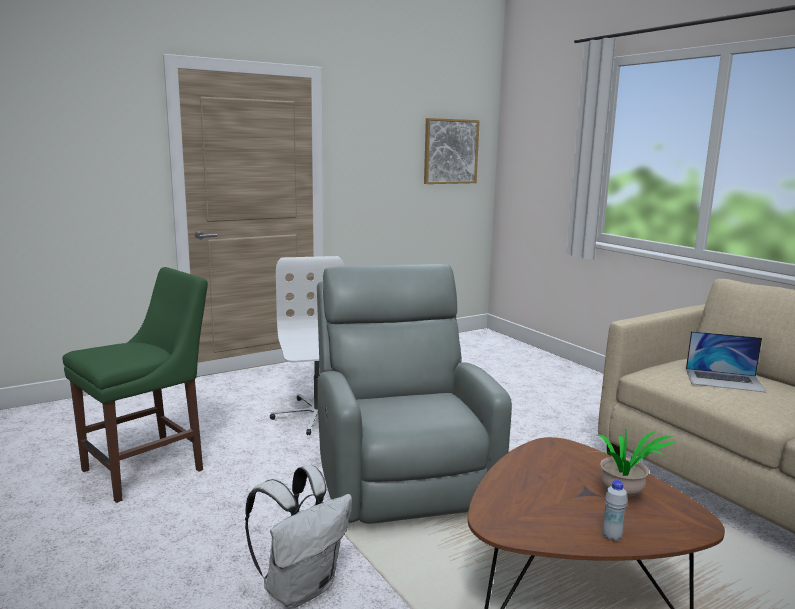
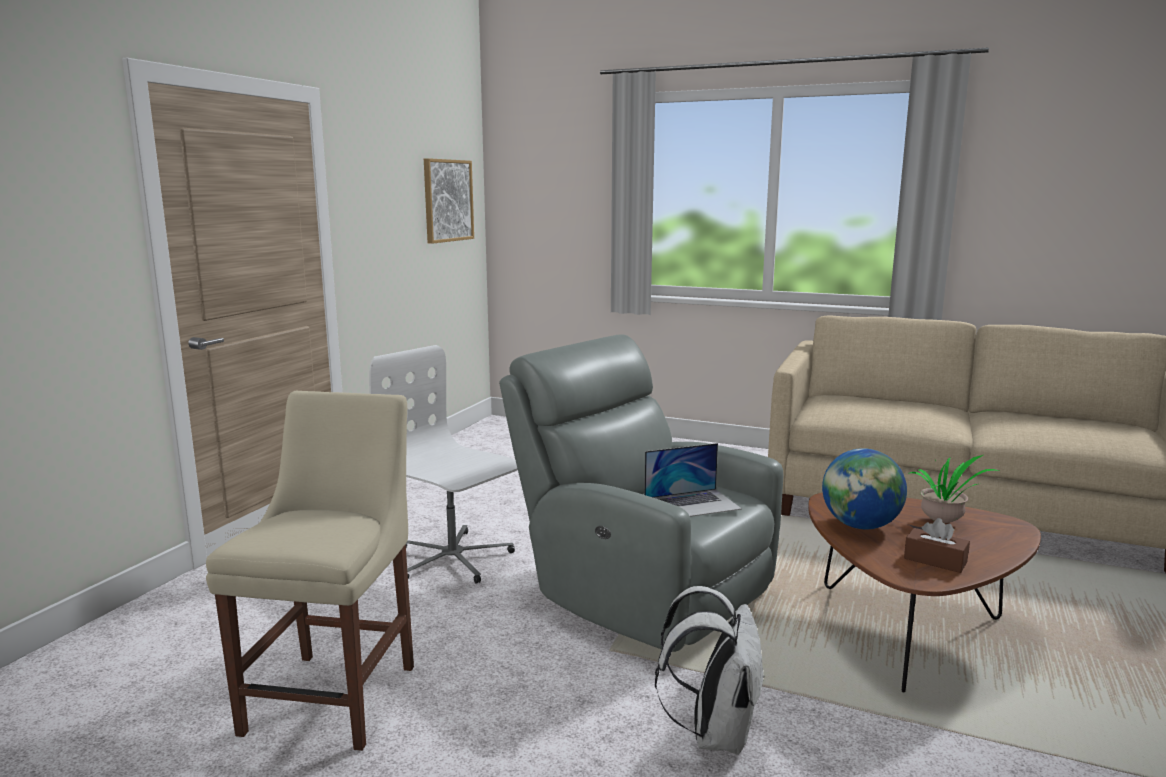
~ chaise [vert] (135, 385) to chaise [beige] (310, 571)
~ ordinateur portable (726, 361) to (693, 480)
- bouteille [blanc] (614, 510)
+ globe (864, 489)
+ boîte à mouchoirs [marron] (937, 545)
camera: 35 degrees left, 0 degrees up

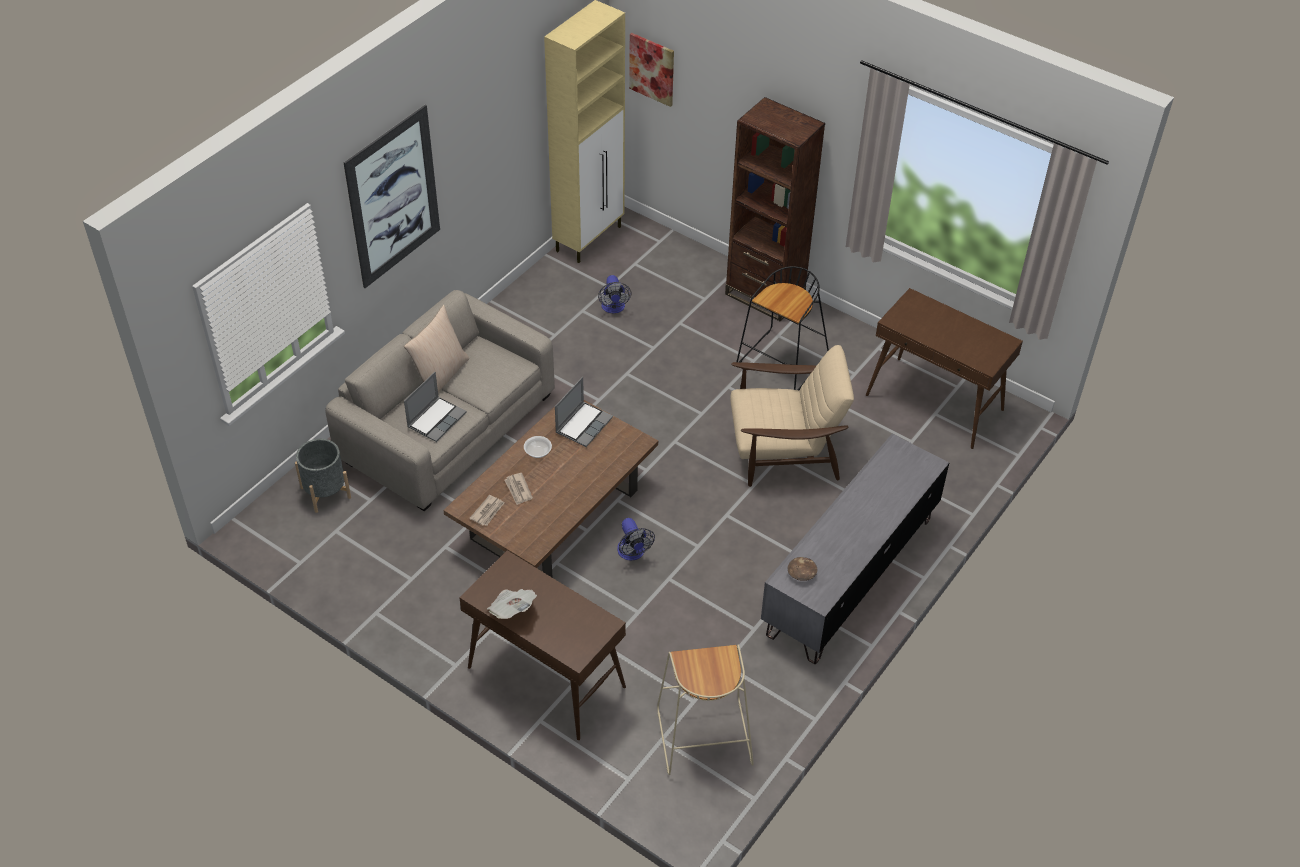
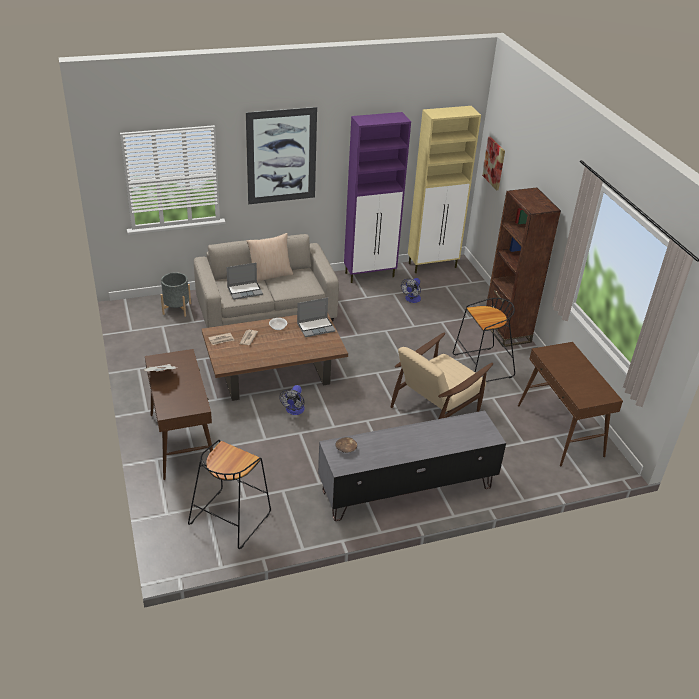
~ fauteuil [beige] (792, 416) = (441, 376) 105 degrees clockwise
~ tabouret [beige] (705, 709) to tabouret [noir] (229, 494)
+ meuble de rangement [violet] (377, 197)
camera: 35 degrees right, 10 degrees down

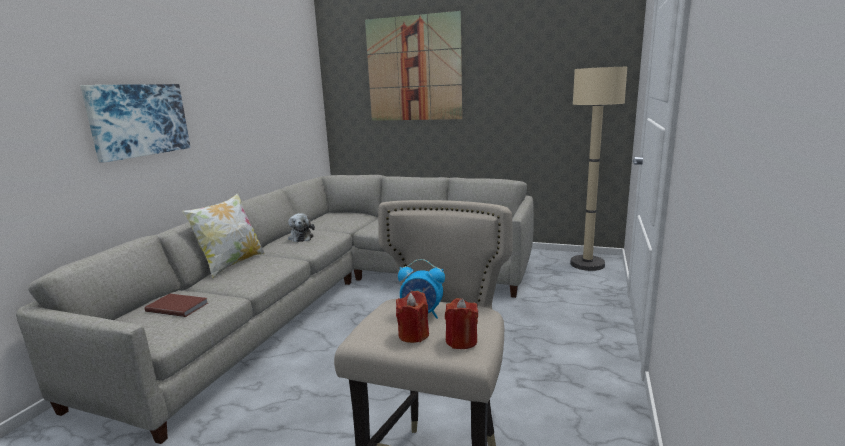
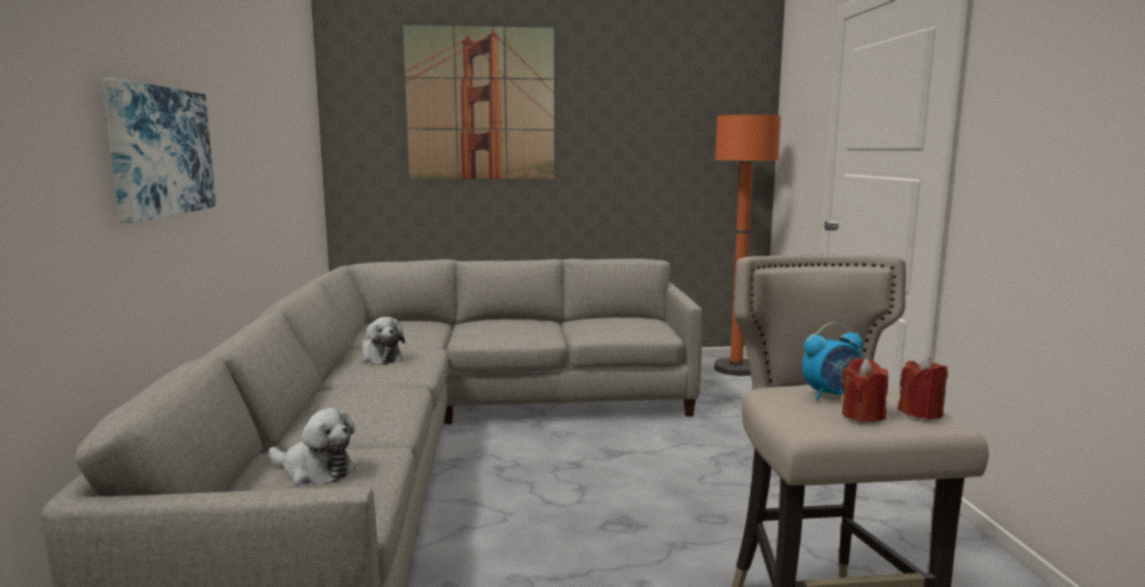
~ lampadaire [beige] (598, 169) to lampadaire [orange] (747, 245)
- coussin (223, 235)
~ livre [marron] (176, 305) to peluche (312, 447)
camera: 25 degrees left, 5 degrees down

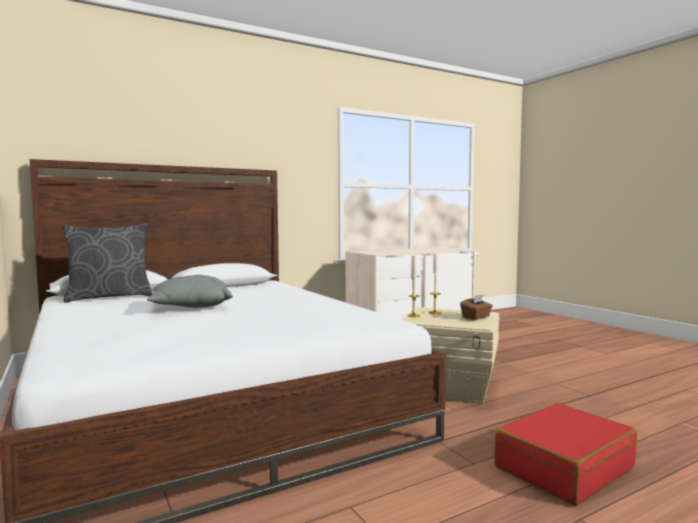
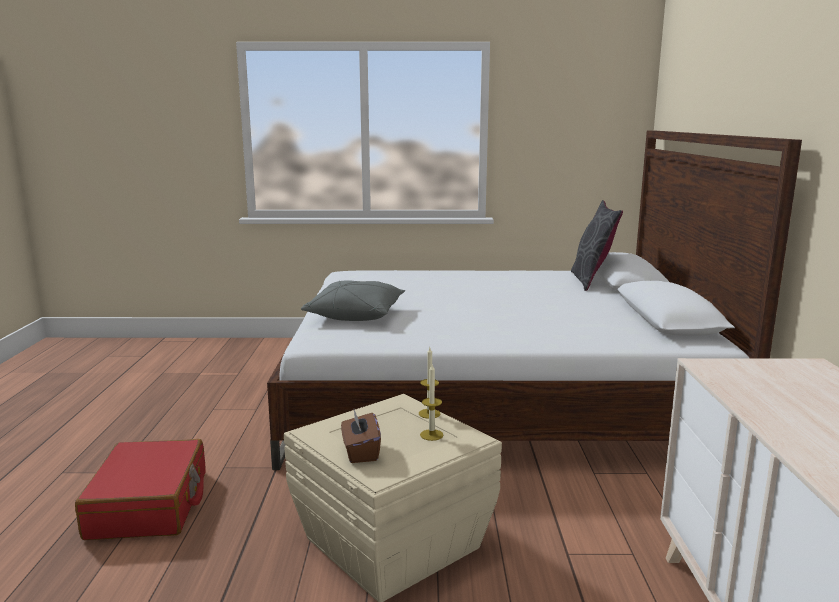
~ coussin [gris] (190, 291) to (353, 300)
camera: 120 degrees right, 10 degrees up

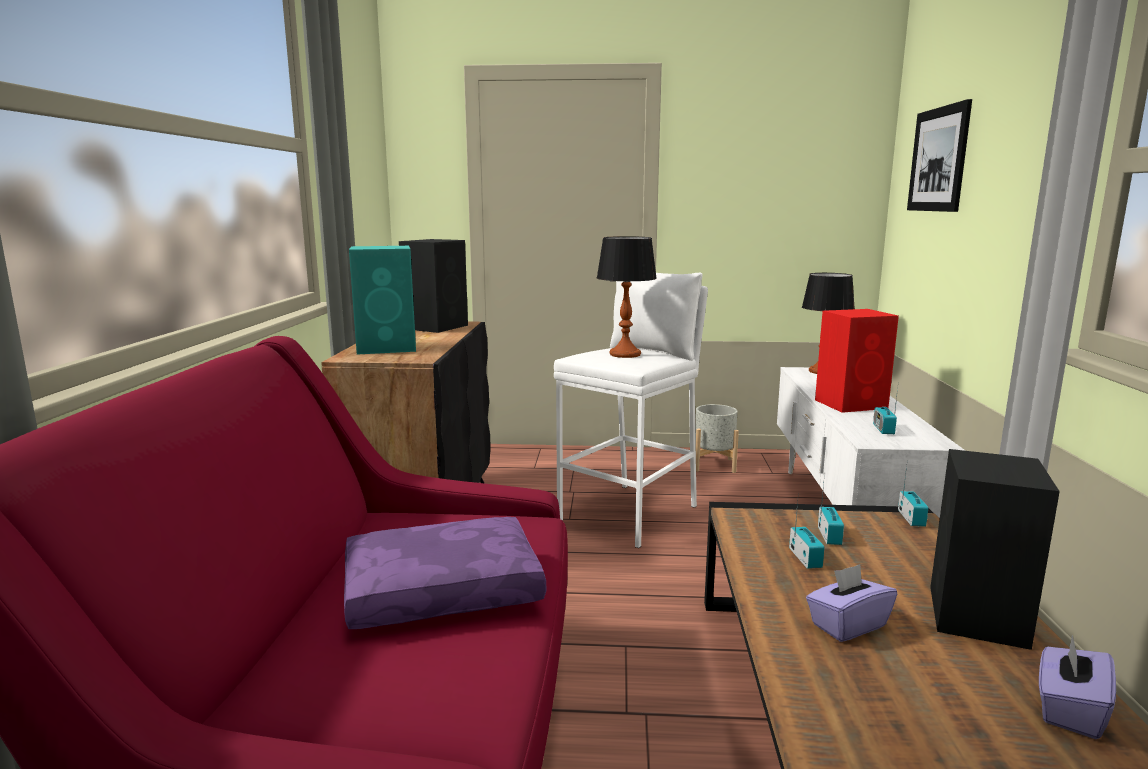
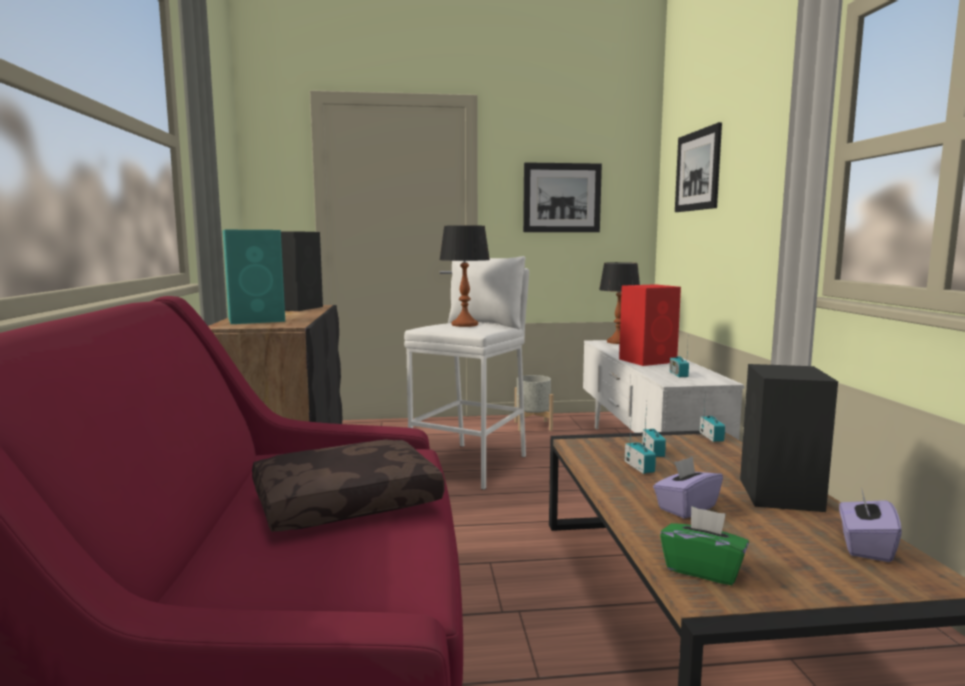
~ coussin [violet] (445, 573) to coussin [marron] (348, 485)
+ tableau (562, 197)
+ boîte à mouchoirs [vert] (704, 545)
camera: 10 degrees left, 5 degrees down

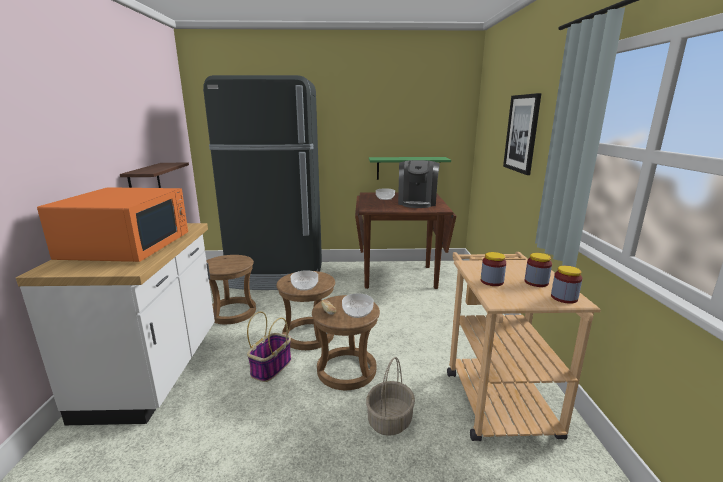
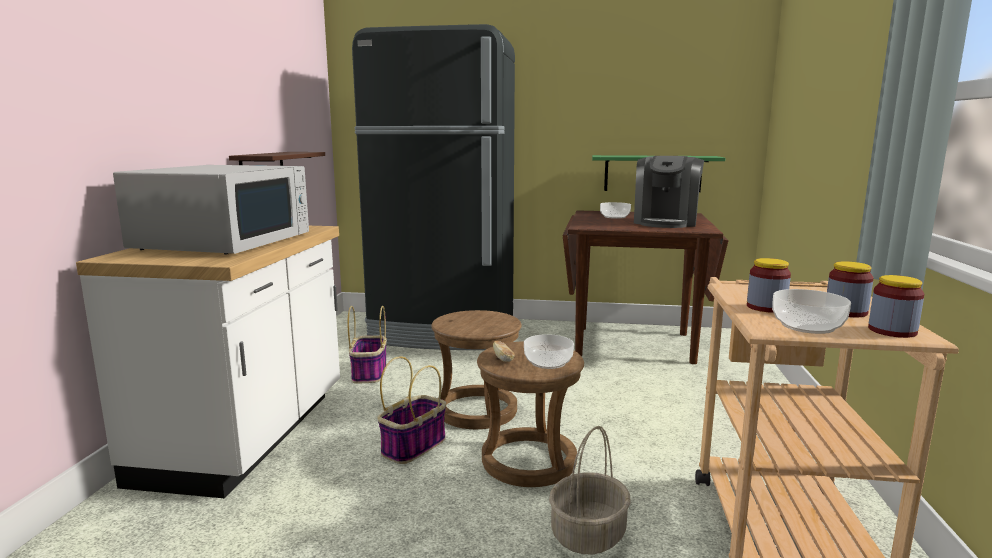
- tableau (522, 134)
~ micro-ondes [orange] (112, 224) to micro-ondes [blanc] (211, 210)
~ tabouret [marron] (231, 289) to panier (367, 345)
~ bol (304, 280) to (811, 311)
camera: 10 degrees right, 5 degrees down

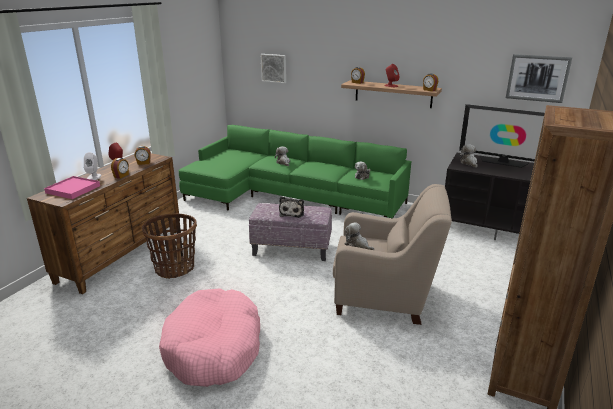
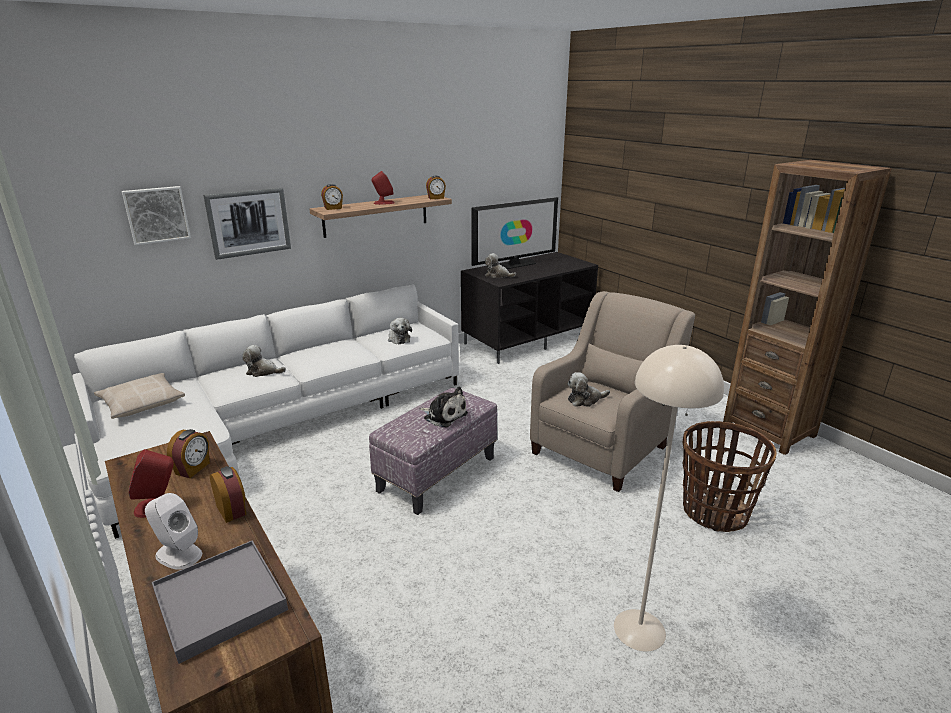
~ tableau (539, 78) to (247, 224)
~ canapé [vert] (295, 171) to canapé [blanc] (265, 411)
~ plateau [rose] (72, 187) to plateau [gris] (220, 602)
~ panier (169, 246) to (729, 476)
~ panier pour chien [rose] (209, 337) to lampadaire [beige] (669, 498)
+ coussin [beige] (139, 396)
camera: 60 degrees left, 0 degrees up

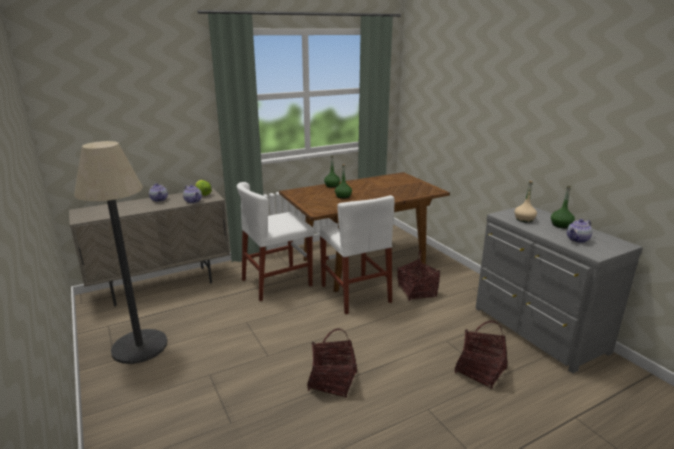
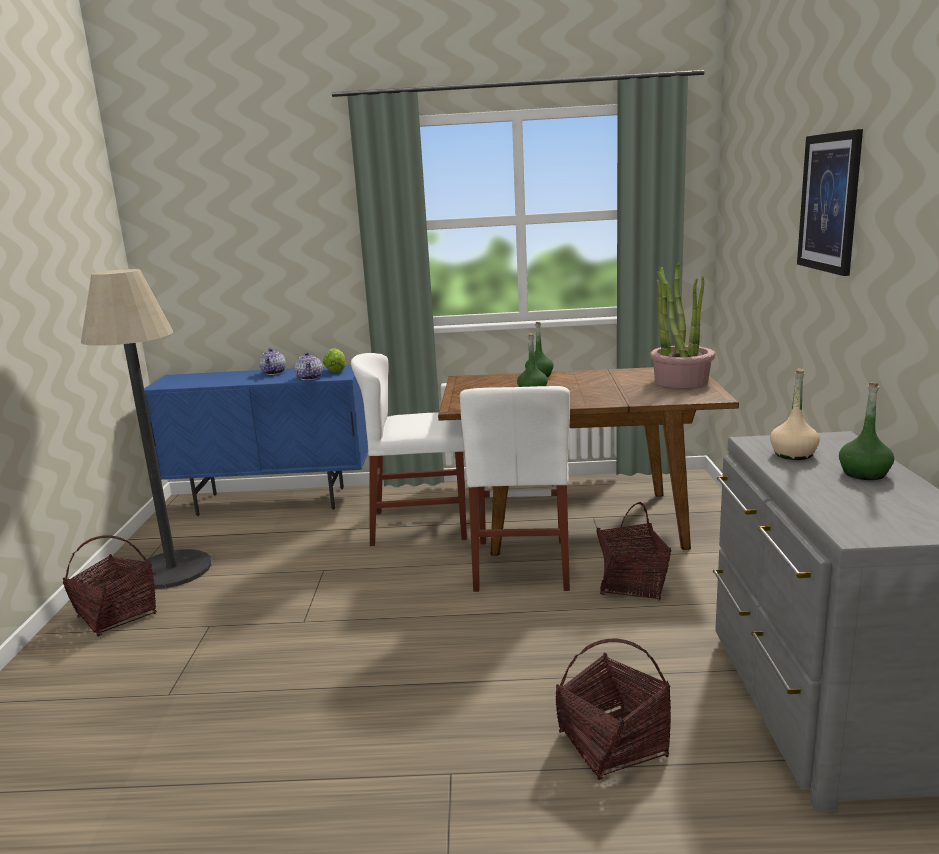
~ meuble de rangement [beige] (149, 247) to meuble de rangement [bleu] (256, 440)
- théière (579, 231)
~ panier (332, 363) to (110, 585)
+ tableau (830, 202)
+ plante en pot (682, 325)
camera: 30 degrees right, 5 degrees down

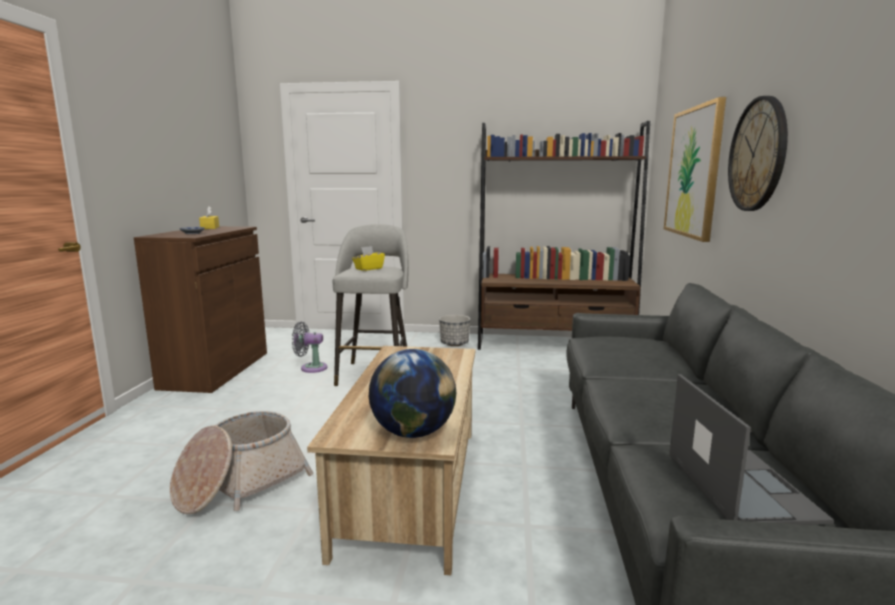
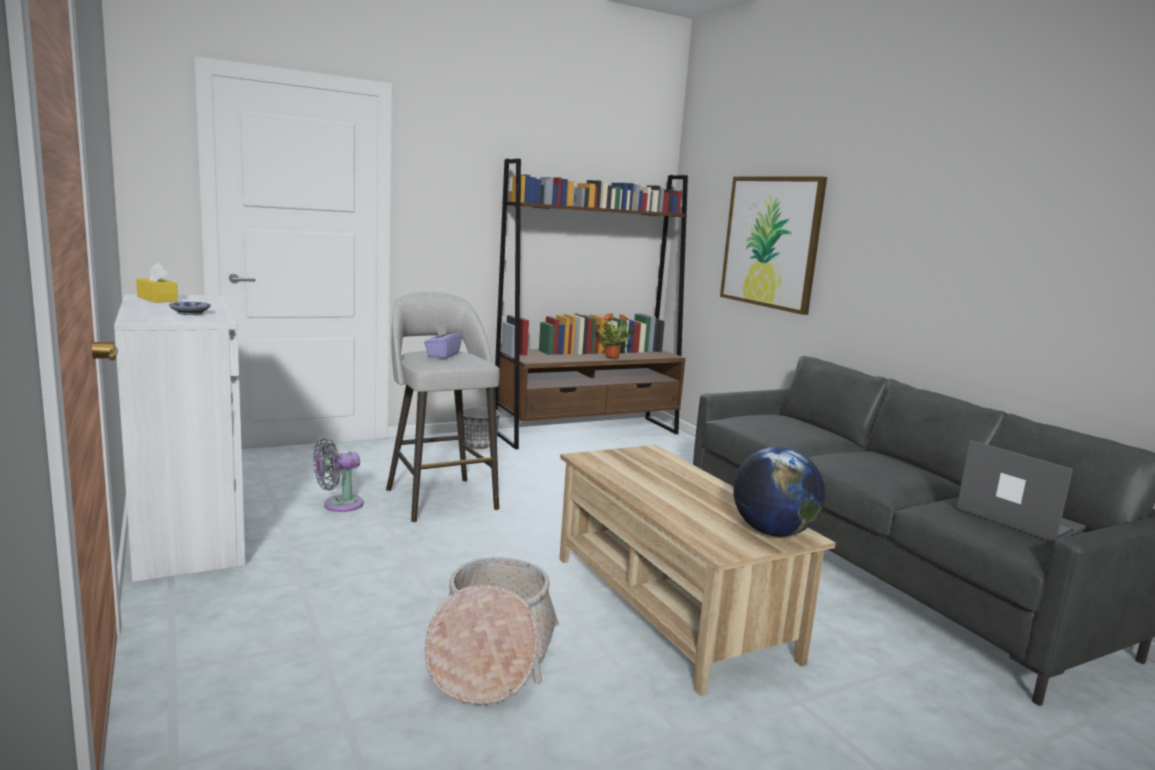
- horloge murale (758, 153)
~ meuble de rangement [marron] (200, 309) to meuble de rangement [blanc] (180, 438)
~ boîte à mouchoirs [jaune] (368, 258) to boîte à mouchoirs [violet] (443, 342)
+ plante en pot (614, 336)
camera: 35 degrees left, 0 degrees up

